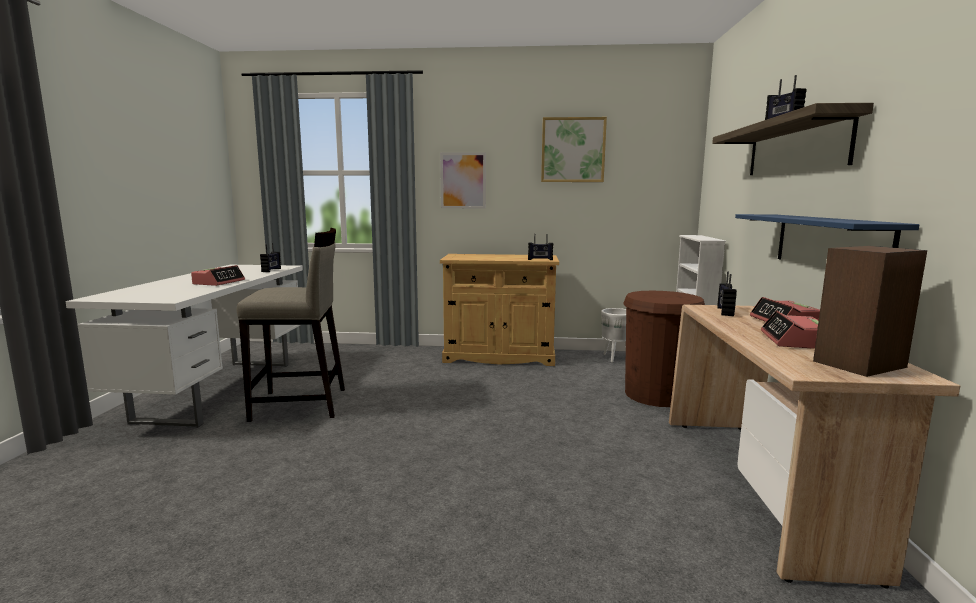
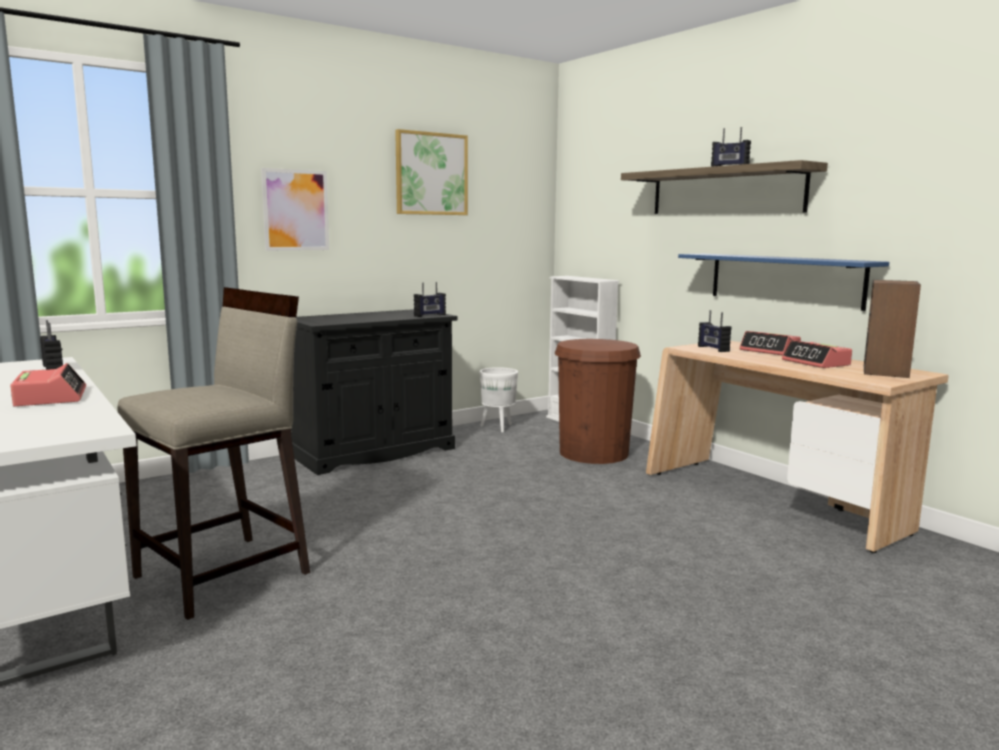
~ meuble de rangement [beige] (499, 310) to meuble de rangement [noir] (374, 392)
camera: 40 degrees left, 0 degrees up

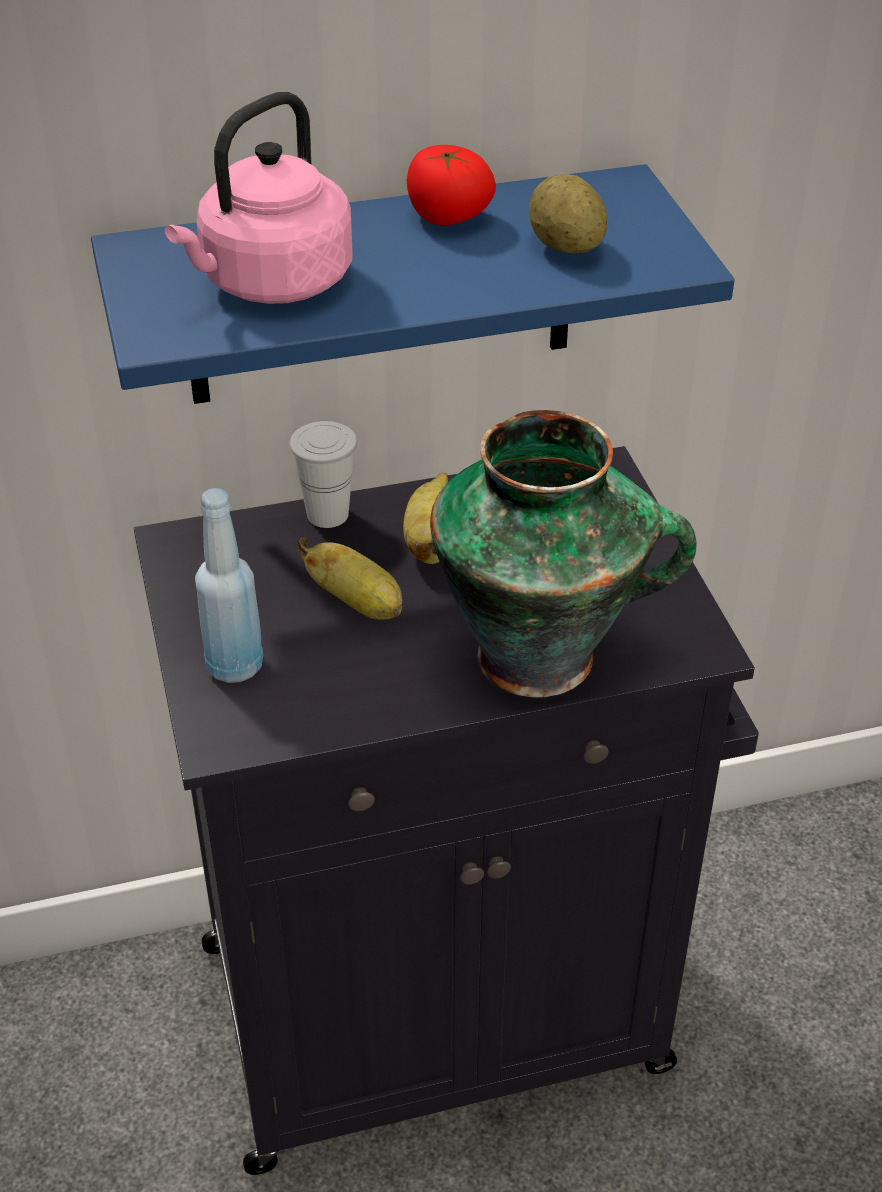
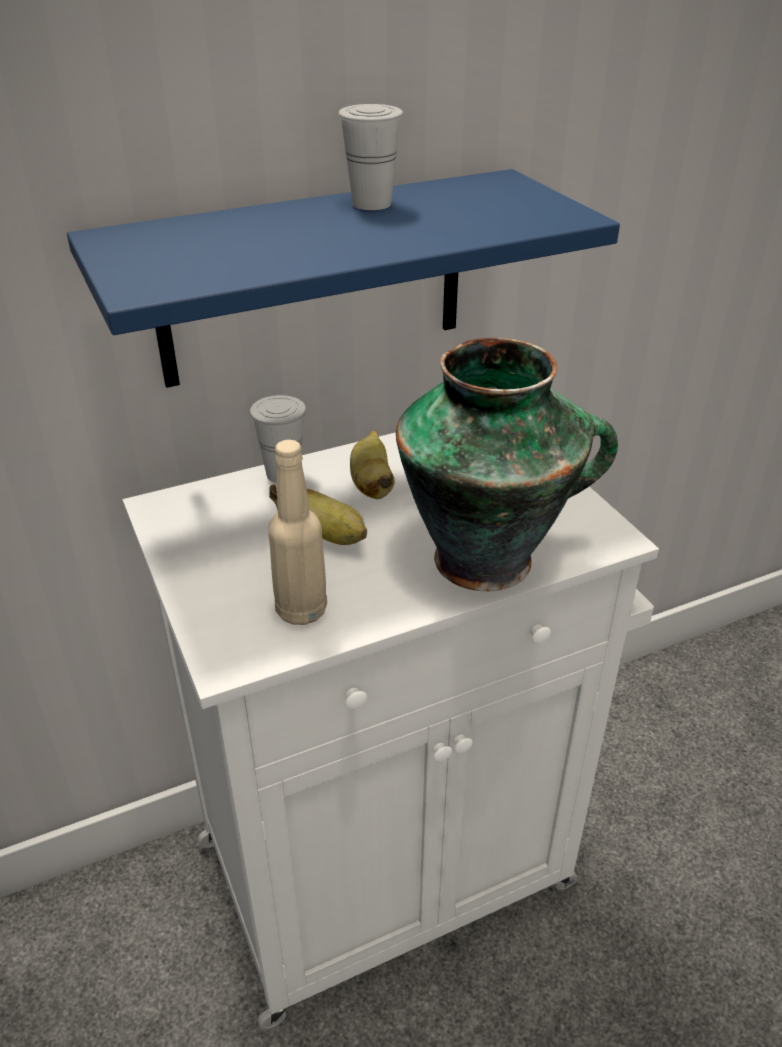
- bouilloire [rose] (259, 198)
~ tomate (451, 185) to tasse [blanc] (370, 157)
- pomme de terre (568, 213)
~ meuble de rangement [noir] (446, 810) to meuble de rangement [blanc] (390, 731)
- bouteille [bleu] (229, 585)
+ bouteille [beige] (297, 532)
camera: 10 degrees left, 5 degrees down

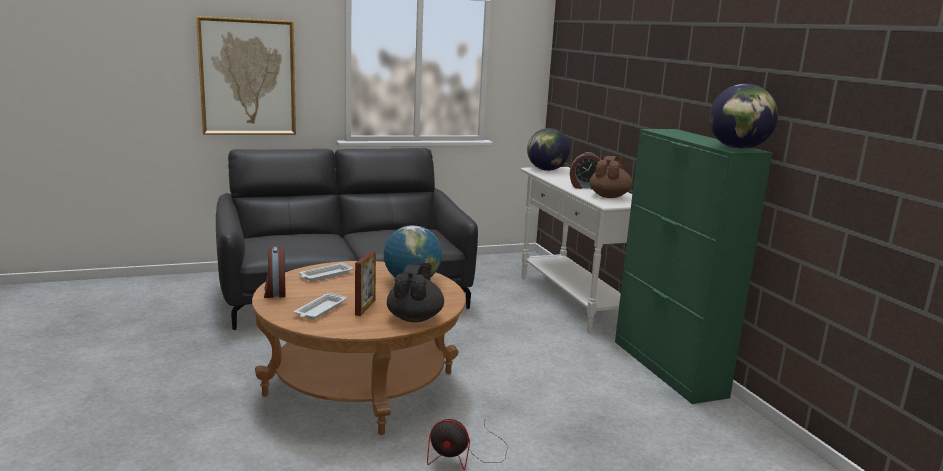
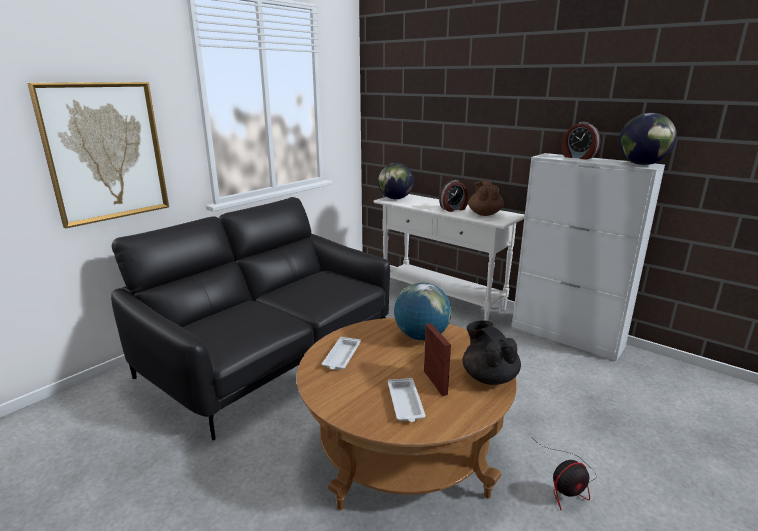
~ meuble de rangement [vert] (693, 266) to meuble de rangement [blanc] (588, 257)
~ réveil (275, 272) to (581, 141)
camera: 30 degrees left, 5 degrees up

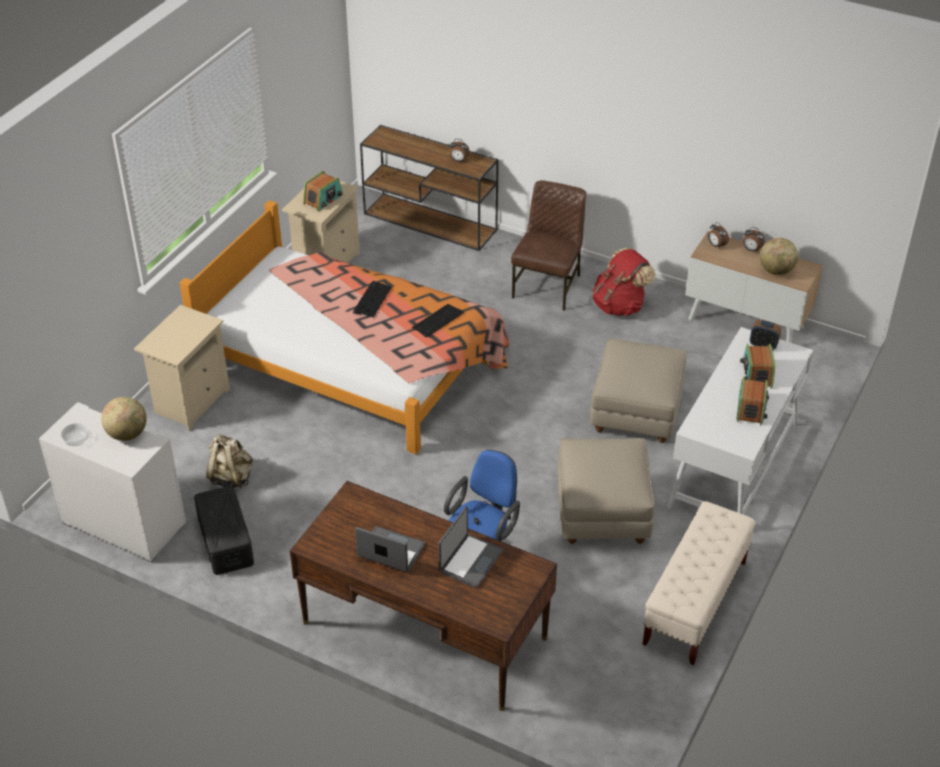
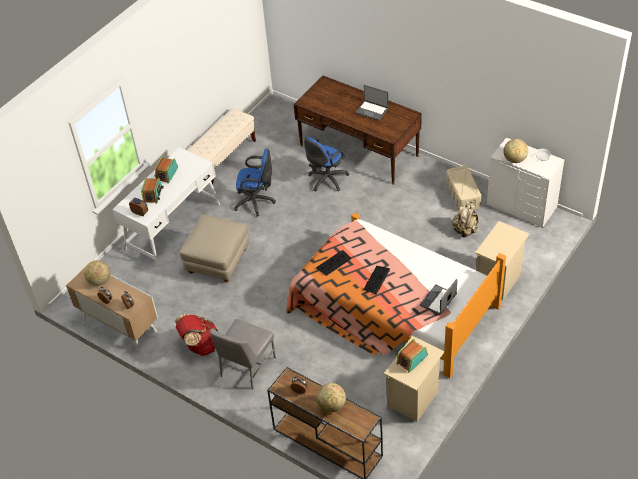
~ chaise [marron] (548, 245) to chaise [gris] (243, 354)
~ pouf [beige] (606, 491) to chaise de bureau [bleu] (255, 182)
~ boîte de rangement [noir] (224, 530) to boîte de rangement [beige] (463, 188)
~ ordinateur portable (470, 547) to (438, 297)
+ globe (331, 397)
camera: 170 degrees left, 5 degrees up

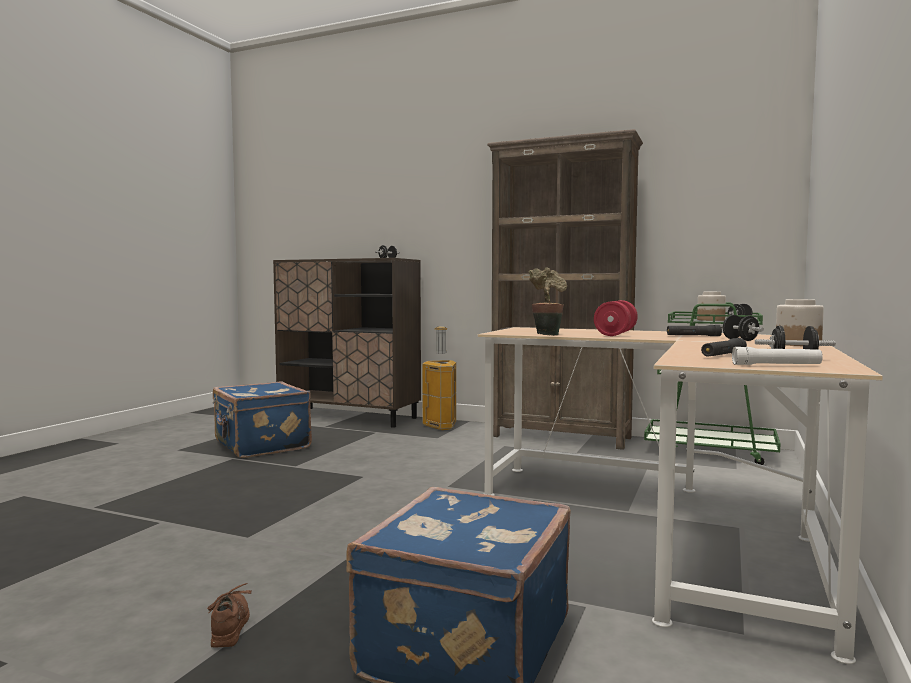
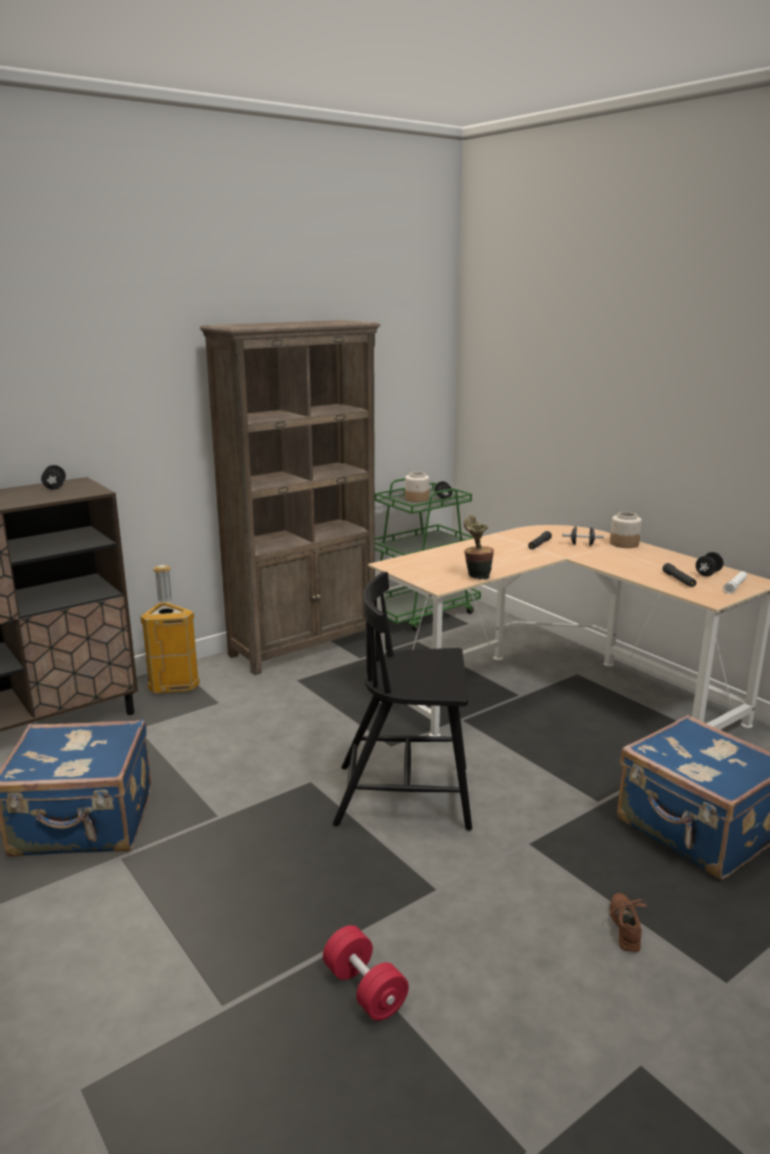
~ haltère [rouge] (616, 318) to (366, 973)
~ chaussure [marron] (229, 615) = (628, 922) 75 degrees clockwise
+ chaise [noir] (402, 701)
camera: 60 degrees left, 15 degrees up

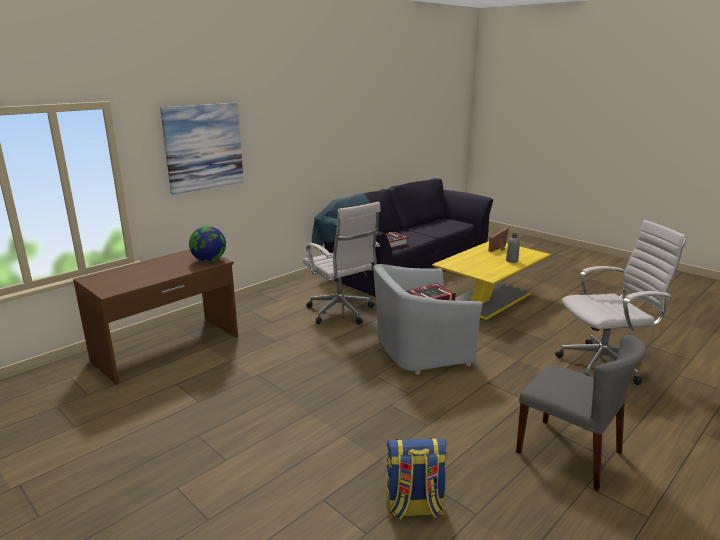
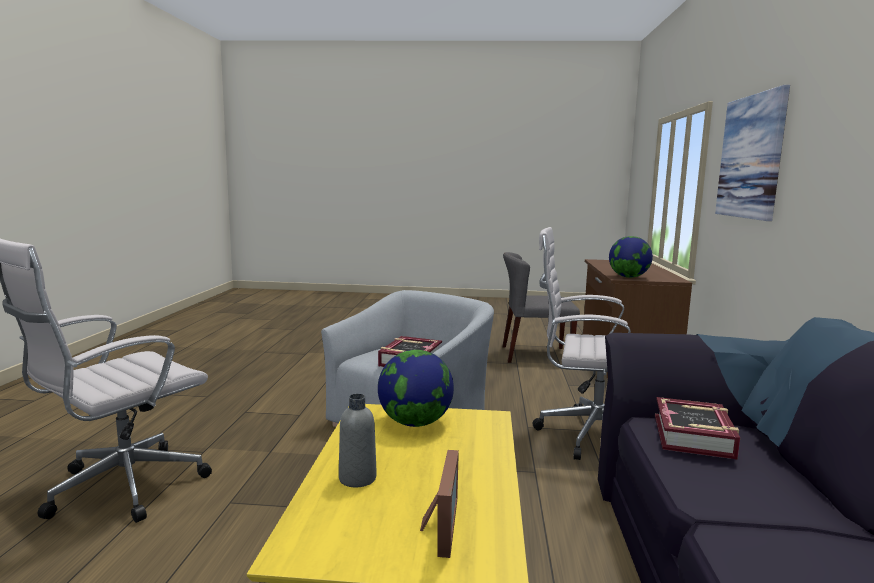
~ chaise [gris] (581, 413) to (541, 307)
- sac à dos (416, 479)
+ globe (416, 388)
camera: 140 degrees right, 10 degrees down

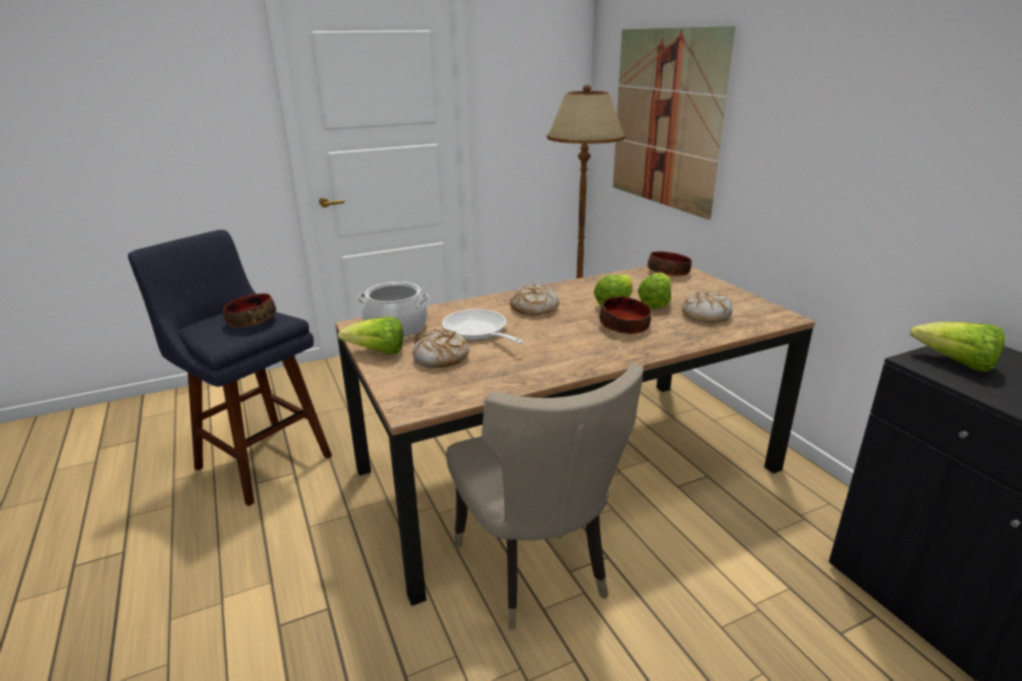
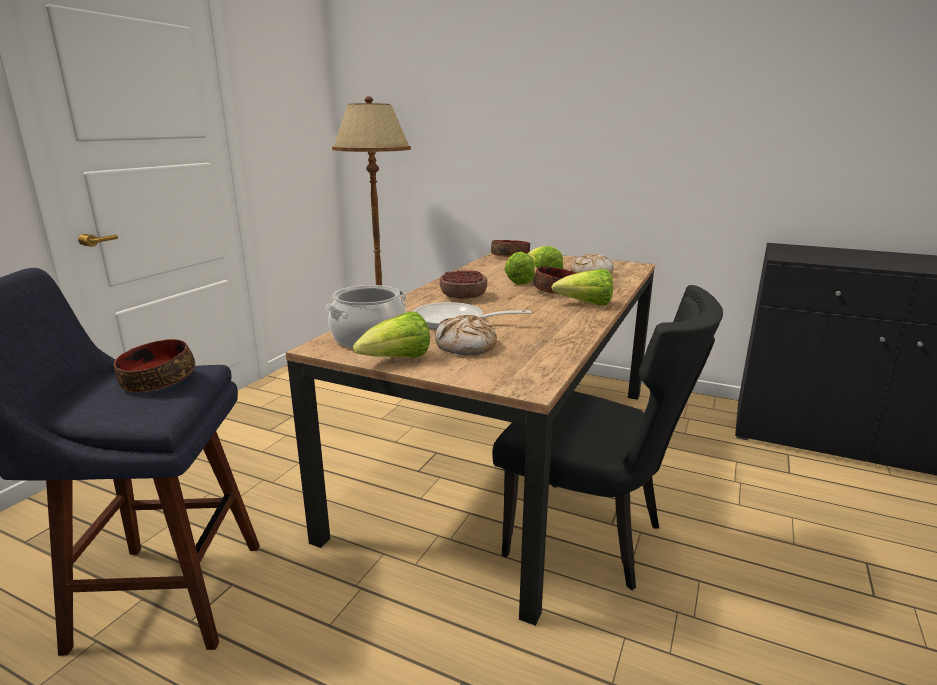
- tableau (674, 123)
~ pain (534, 299) to bol (463, 284)
~ laitue (957, 347) to (582, 287)
~ chaise [beige] (545, 496) to chaise [noir] (607, 437)
camera: 40 degrees left, 5 degrees down

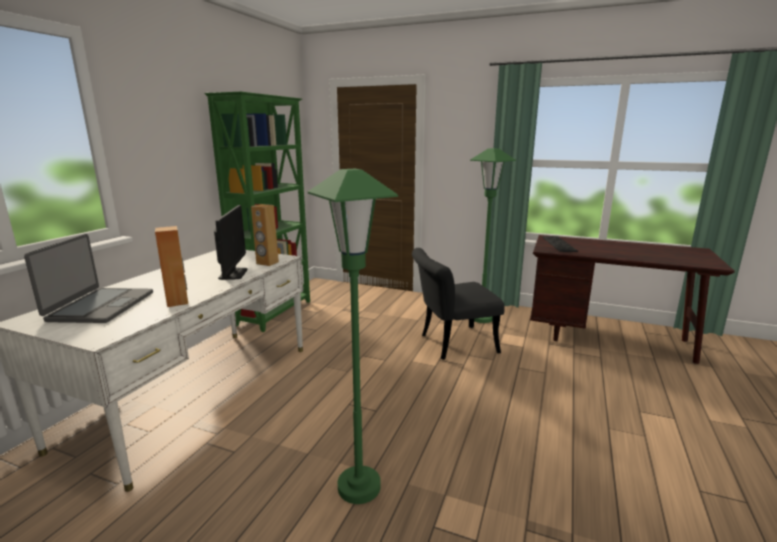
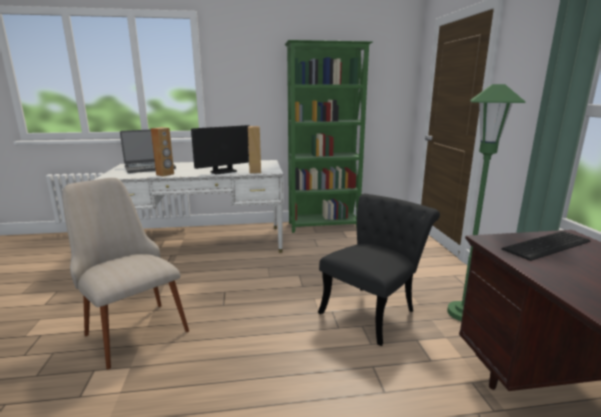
~ lampadaire [vert] (353, 336) to chaise [beige] (125, 273)
~ chaise [noir] (458, 304) = (379, 270) 90 degrees clockwise
camera: 60 degrees right, 0 degrees up

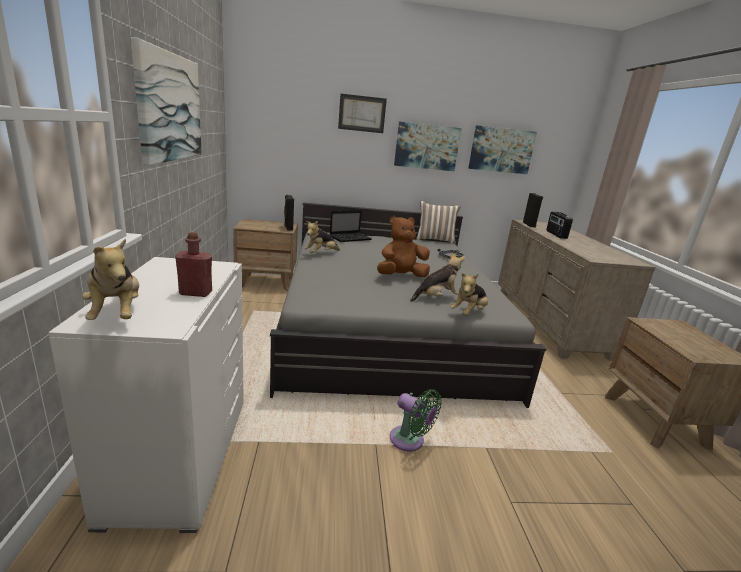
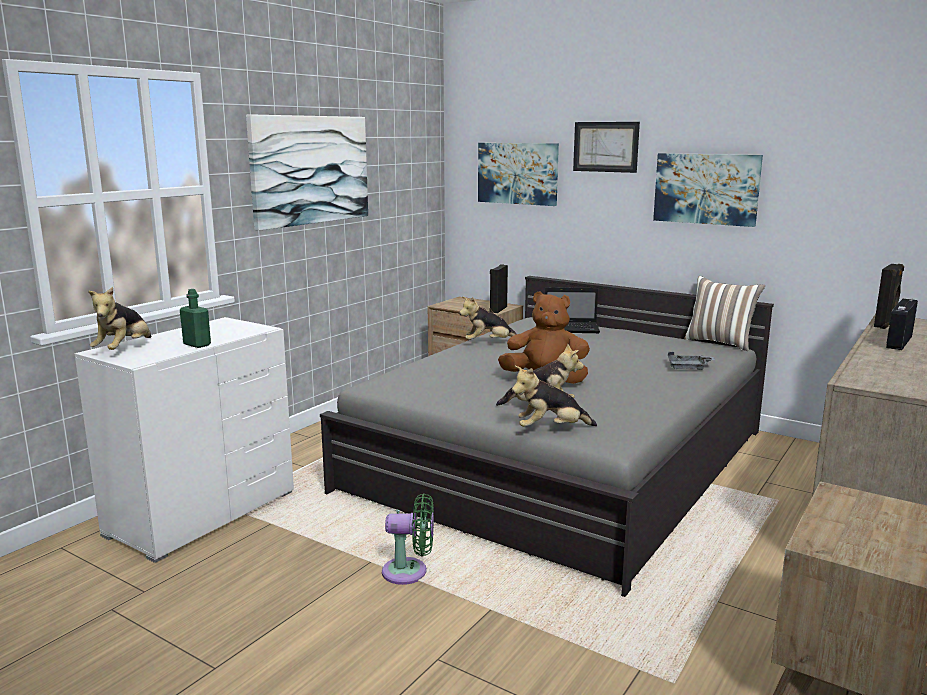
~ tableau (502, 149) to (518, 174)
~ bouteille [rouge] (193, 264) to bouteille [vert] (195, 318)
~ ventilateur [vert] (416, 420) = (408, 539) 75 degrees counterclockwise
camera: 40 degrees right, 5 degrees down

